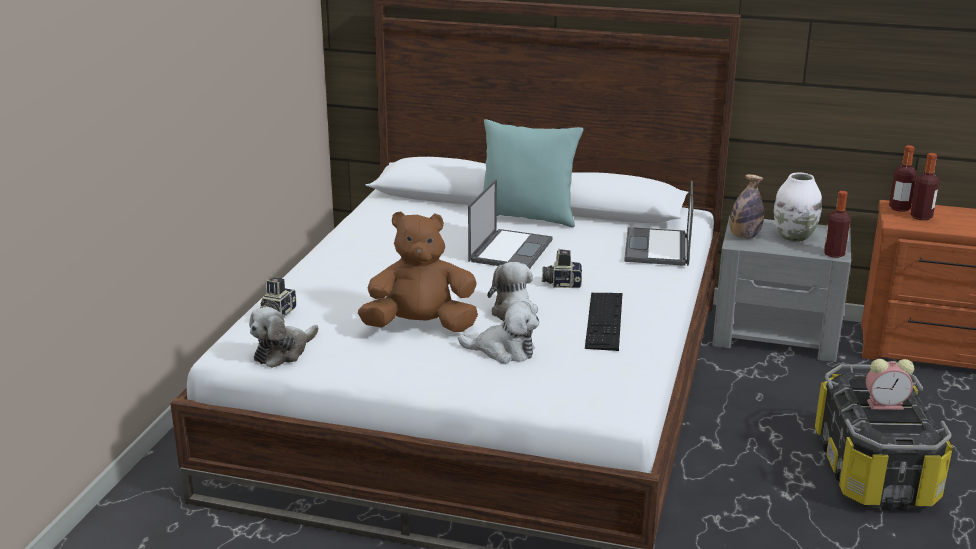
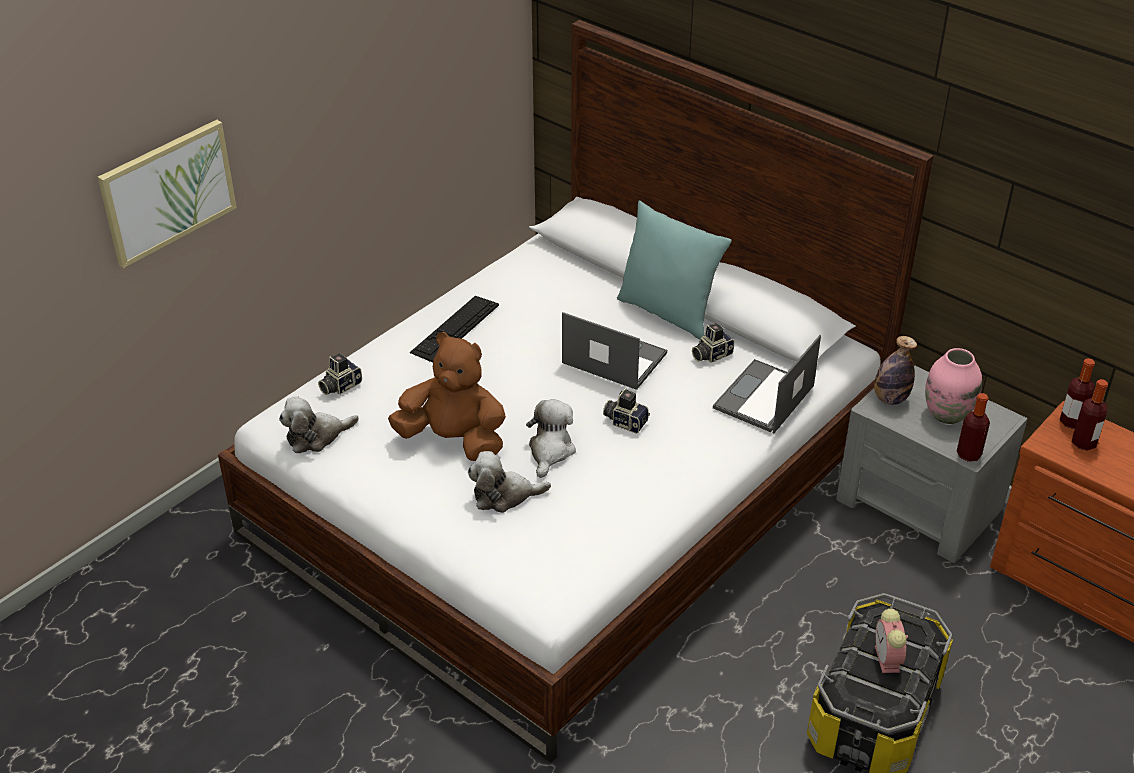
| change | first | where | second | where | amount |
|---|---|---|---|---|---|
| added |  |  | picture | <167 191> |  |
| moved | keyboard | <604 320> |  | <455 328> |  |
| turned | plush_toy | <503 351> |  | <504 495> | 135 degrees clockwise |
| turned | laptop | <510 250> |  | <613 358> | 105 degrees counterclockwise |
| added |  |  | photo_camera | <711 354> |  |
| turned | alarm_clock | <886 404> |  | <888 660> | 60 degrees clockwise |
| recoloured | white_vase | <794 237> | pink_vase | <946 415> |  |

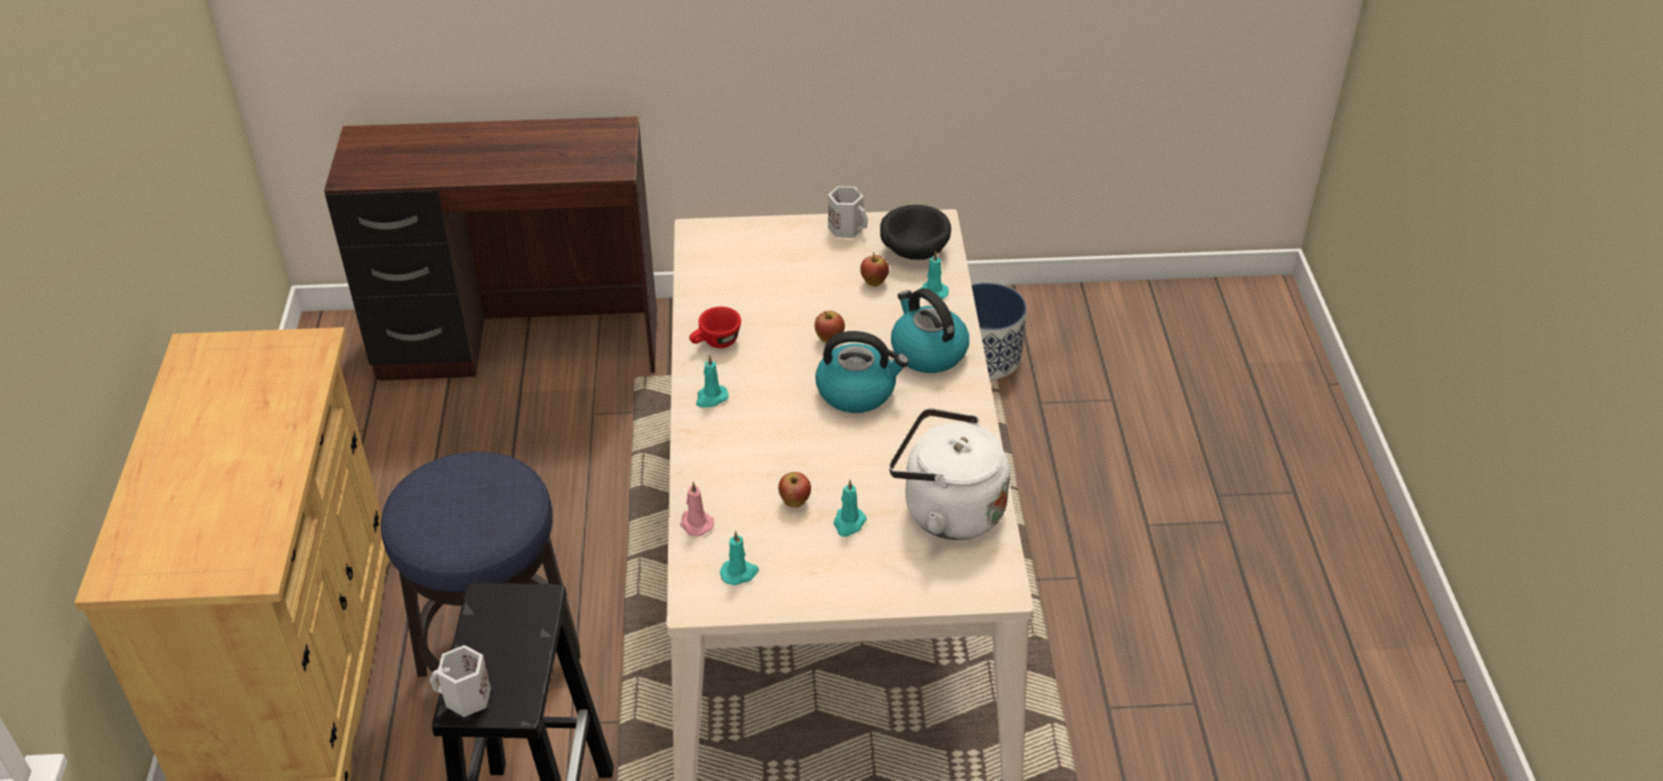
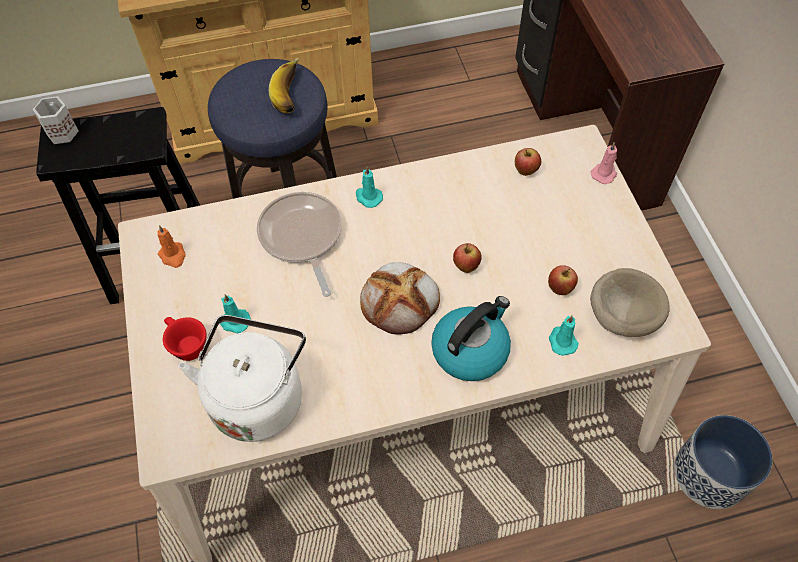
| change | first | where | second | where | amount |
|---|---|---|---|---|---|
| recoloured | turquoise_candle | <739 573> | orange_candle | <173 256> |  |
| moved | red_cup | <715 343> |  | <186 344> |  |
| added |  |  | frying_pan | <302 237> |  |
| added |  |  | banana | <292 94> |  |
| replaced | kettle | <857 391> | bread | <400 300> |  |
| moved | apple | <795 502> |  | <525 171> |  |
| recoloured | black_bowl | <913 251> | beige_bowl | <621 315> |  |
| moved | pink_candle | <695 523> |  | <604 173> |  |
| removed | white_mug | <847 228> |  |  |  |

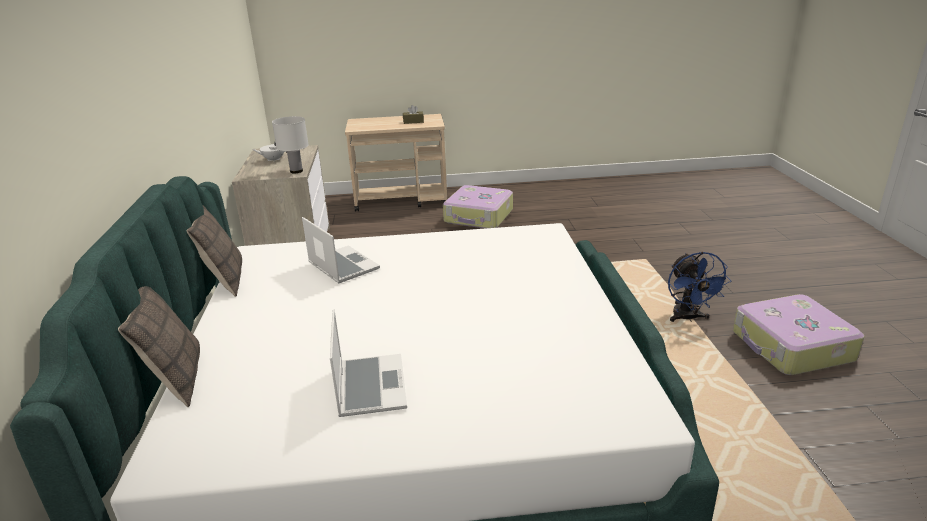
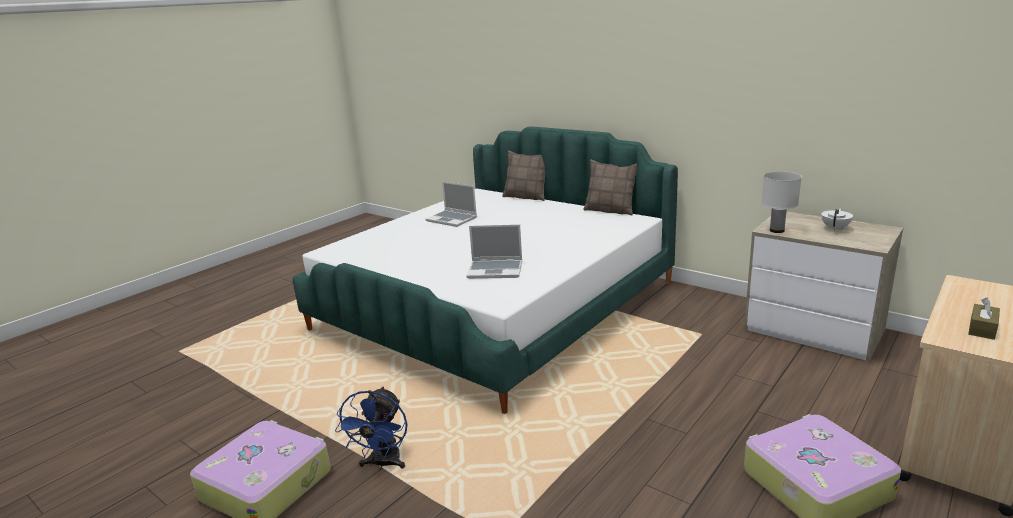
| change | first | where | second | where | amount |
|---|---|---|---|---|---|
| turned | blue_fan | <688 318> |  | <383 464> | 120 degrees counterclockwise |
| moved | laptop | <342 266> |  | <496 270> |  |

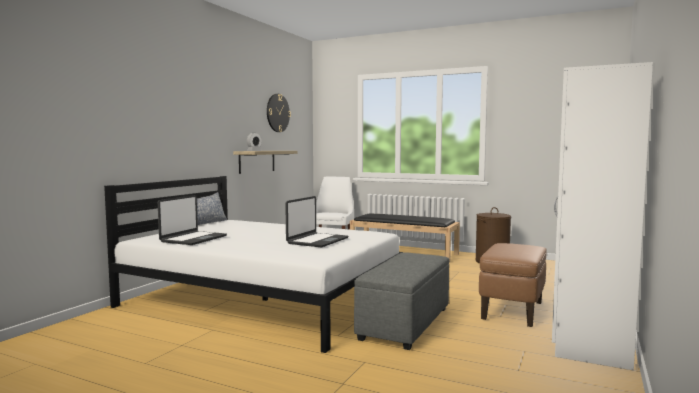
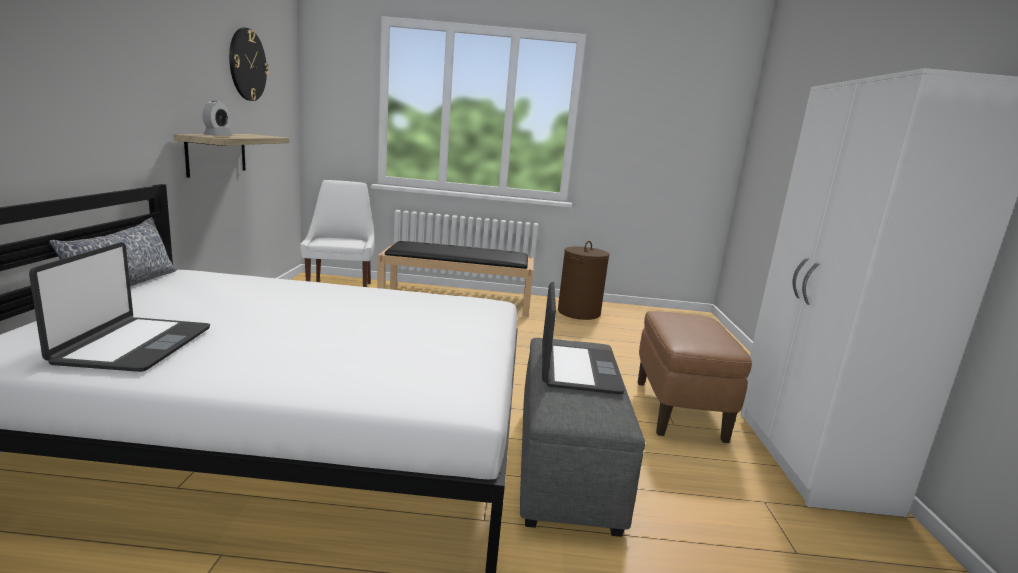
| change | first | where | second | where | amount |
|---|---|---|---|---|---|
| moved | laptop | <317 241> |  | <577 369> |  |

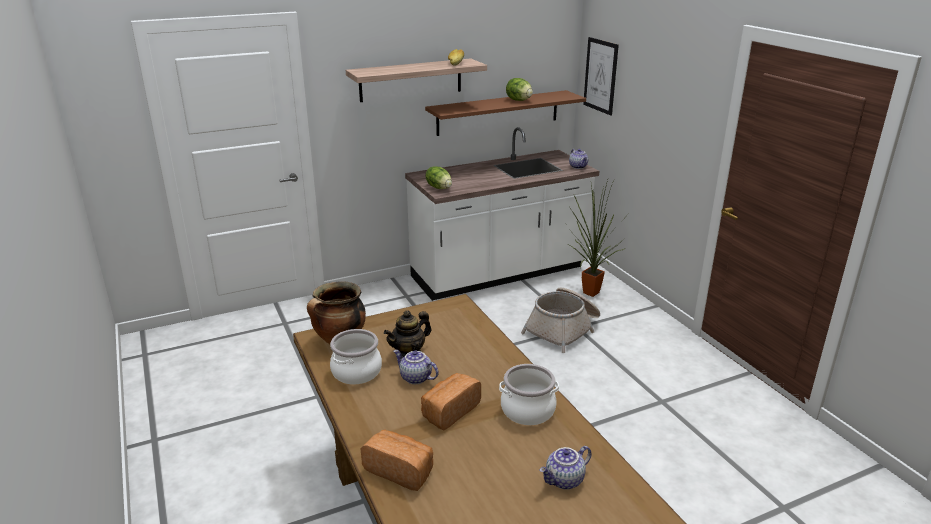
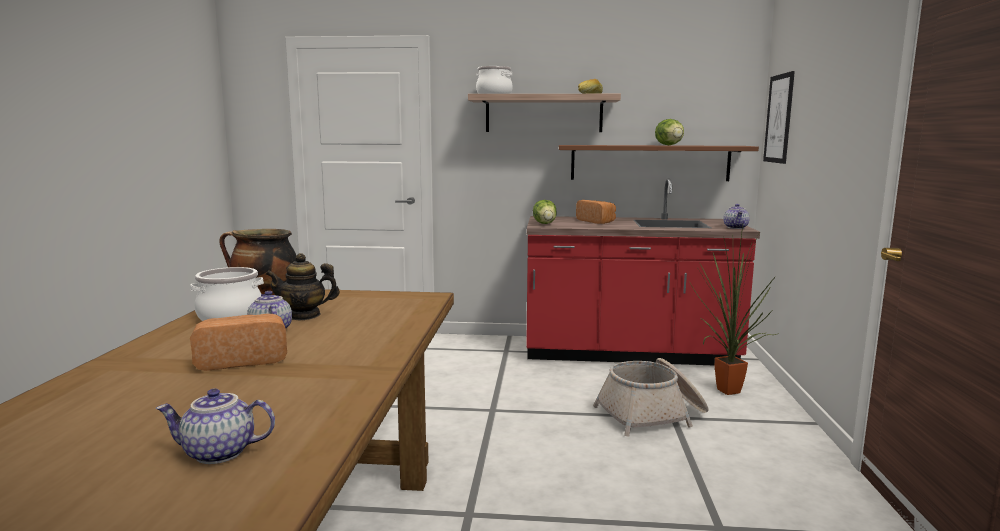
| change | first | where | second | where | amount |
|---|---|---|---|---|---|
| moved | cooking_pot | <527 410> |  | <494 94> |  |
| recoloured | white_counter | <500 274> | red_counter | <629 353> |  |
| moved | bread | <400 470> |  | <596 221> |  |

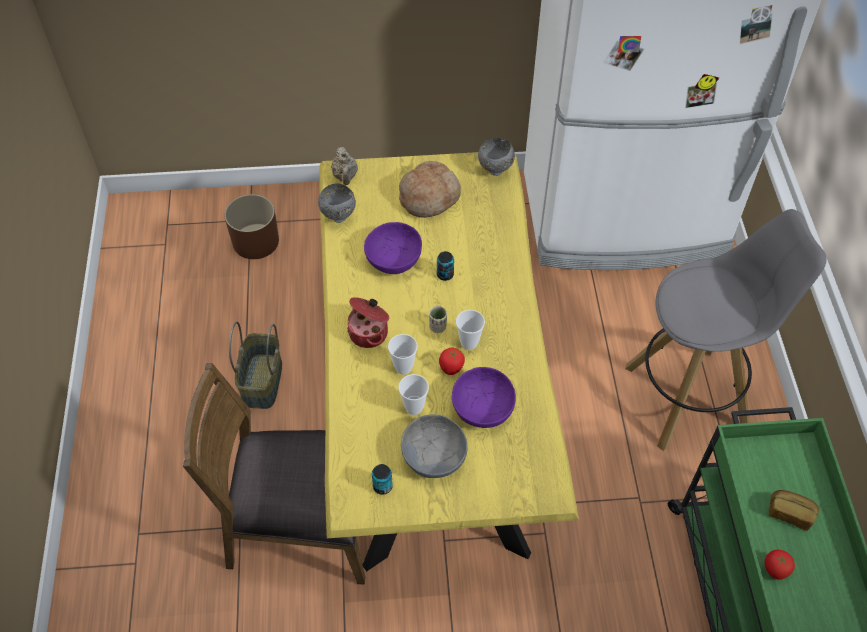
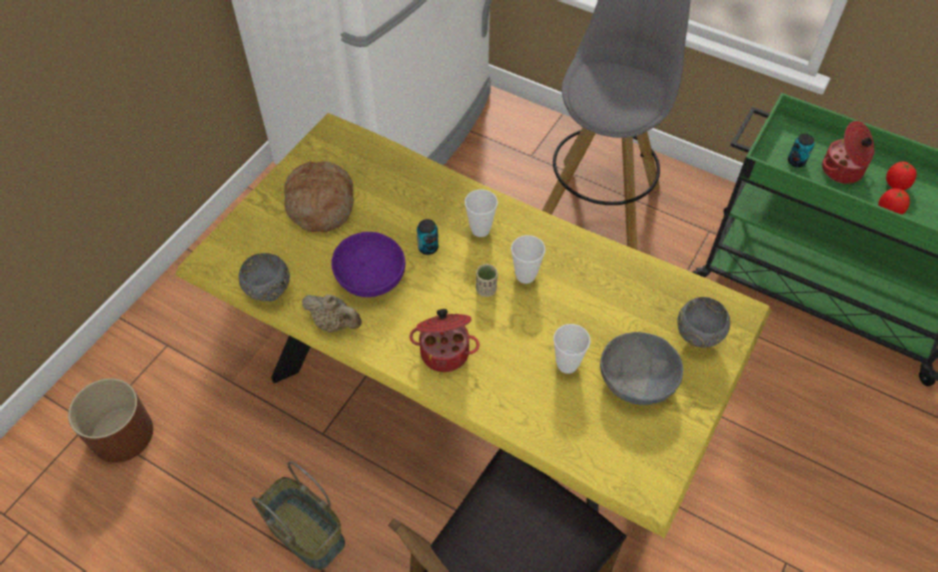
| change | first | where | second | where | amount |
|---|---|---|---|---|---|
| moved | beige_teapot | <345 177> |  | <335 323> |  |
| moved | cup | <403 367> |  | <480 229> |  |
| moved | grey_bowl | <494 171> |  | <696 339> |  |
| moved | can | <382 486> |  | <796 161> |  |
| replaced | bread | <790 513> | cooking_pot | <842 171> |  |
| moved | tomato | <451 368> |  | <896 185> |  |
| removed | purple_bowl | <482 408> |  |  |  |

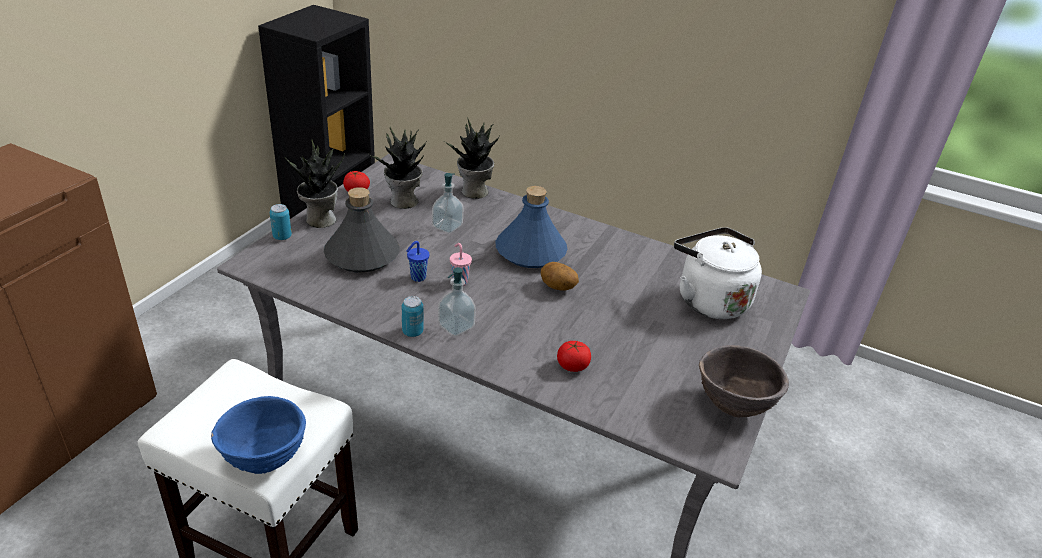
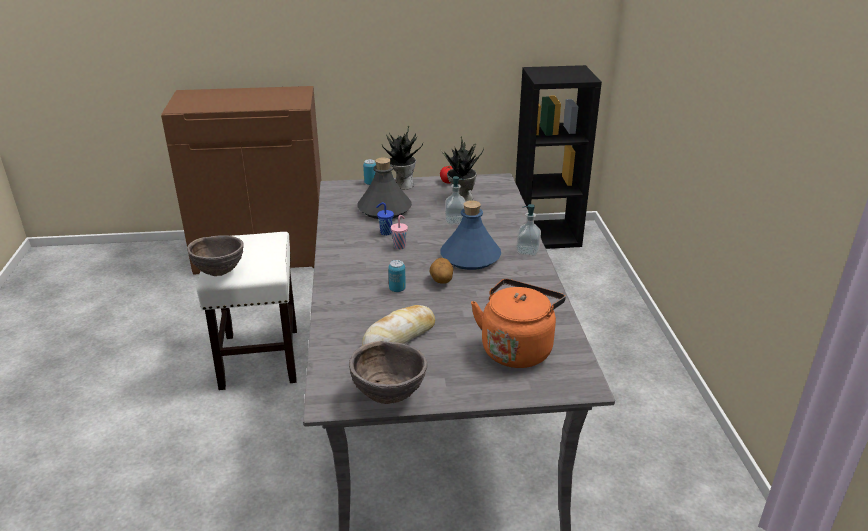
| change | first | where | second | where | amount |
|---|---|---|---|---|---|
| recoloured | blue_bowl | <265 460> | brown_bowl | <219 272> |  |
| added |  |  | bread | <399 336> |  |
| moved | can | <412 332> |  | <397 289> |  |
| recoloured | white_kettle | <708 299> | orange_kettle | <517 348> |  |
| moved | soap_dispenser | <456 327> |  | <527 251> |  |
| removed | potted_plant | <474 192> |  |  |  |
| removed | tomato | <572 366> |  |  |  |

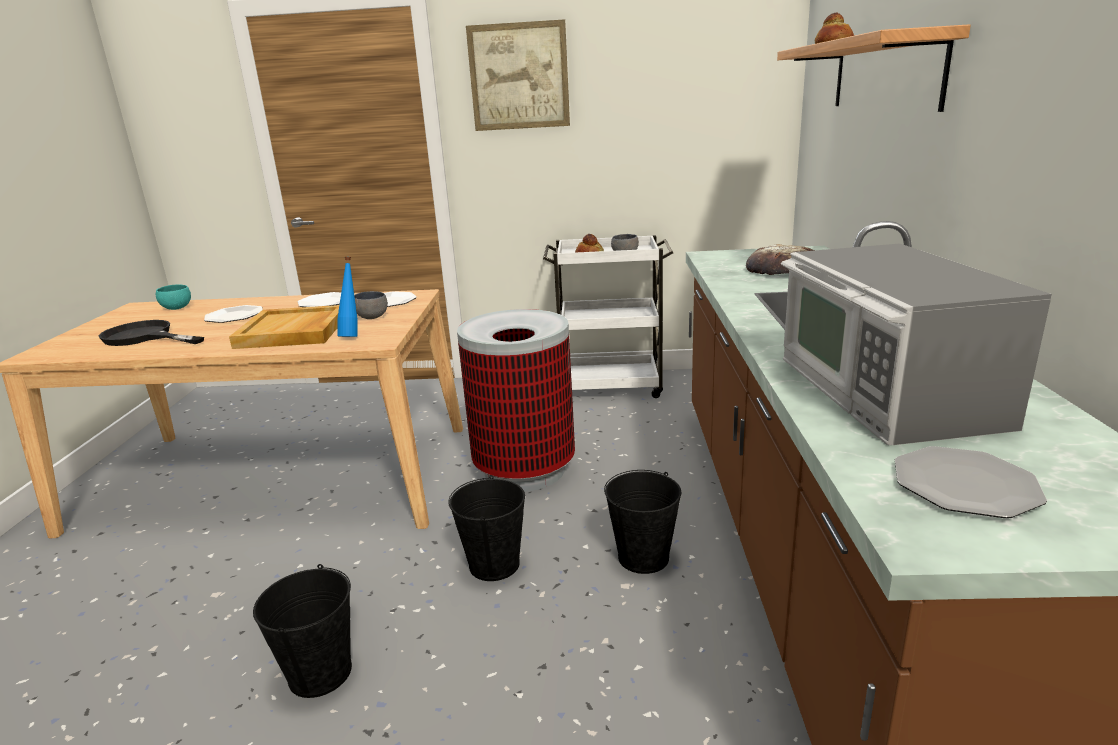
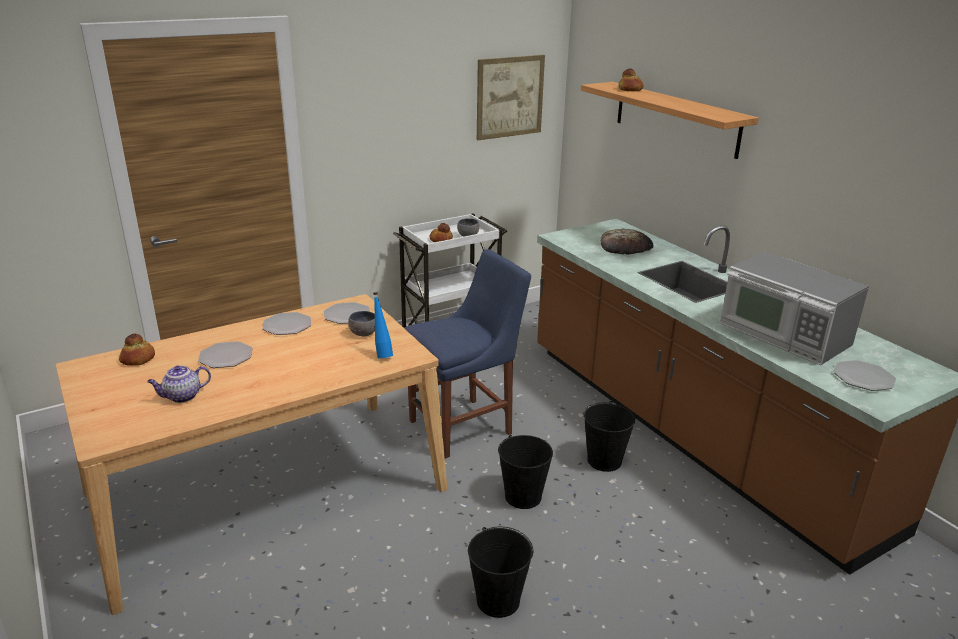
| change | first | where | second | where | amount |
|---|---|---|---|---|---|
| replaced | turquoise_bowl | <178 308> | bread | <138 359> |  |
| replaced | black_frying_pan | <145 337> | teapot | <182 397> |  |
| replaced | trash_can | <525 470> | blue_chair | <465 426> |  |
| moved | picture | <519 76> |  | <509 97> |  |
| removed | beige_tray | <293 331> |  |  |  |

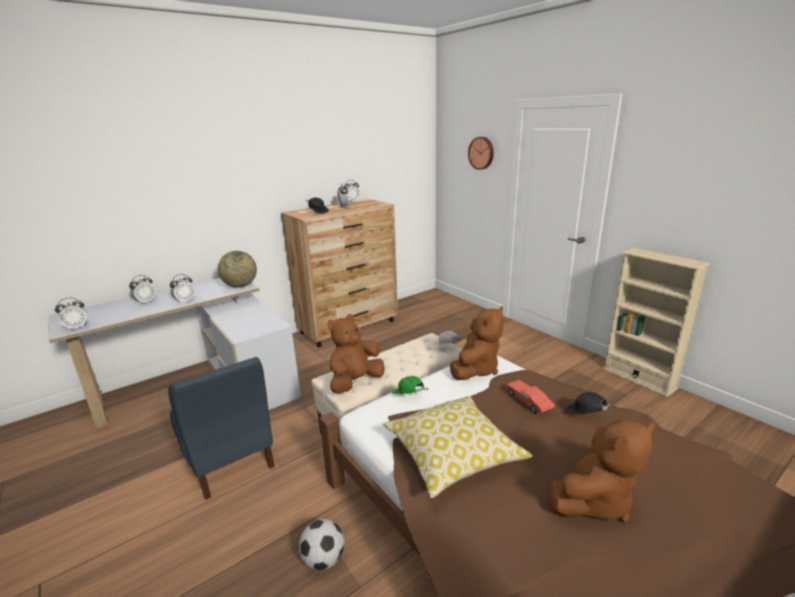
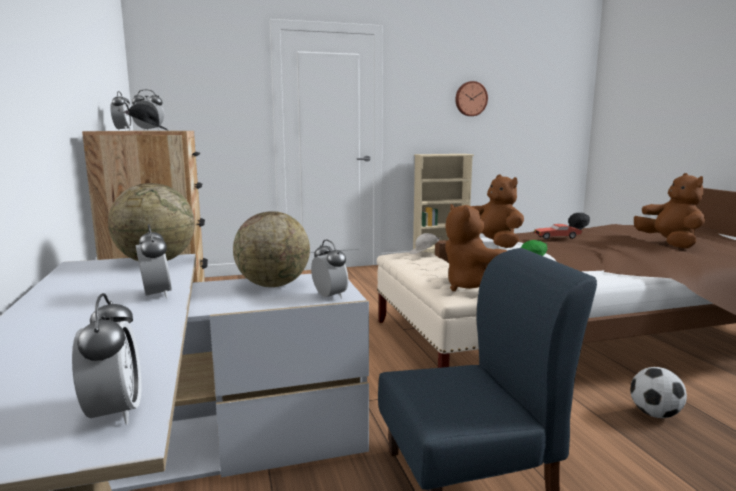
| change | first | where | second | where | amount |
|---|---|---|---|---|---|
| added |  |  | globe | <273 285> |  |
| moved | alarm_clock | <145 302> |  | <329 297> |  |
| moved | wall_clock | <481 153> |  | <470 99> |  |
| removed | pillow | <452 455> |  |  |  |

